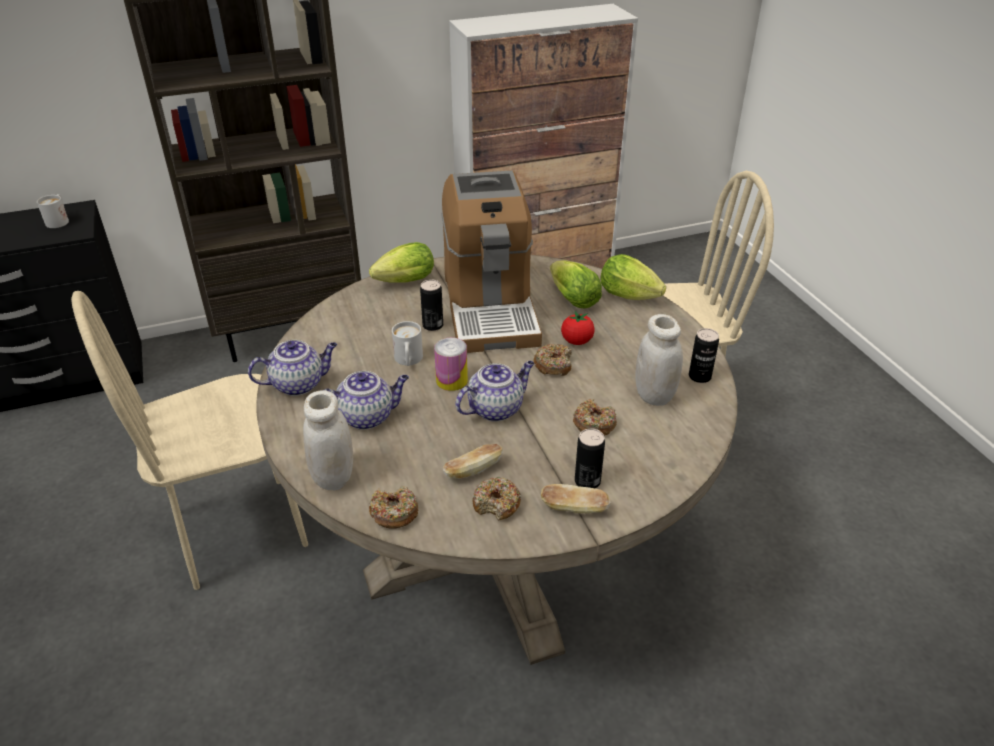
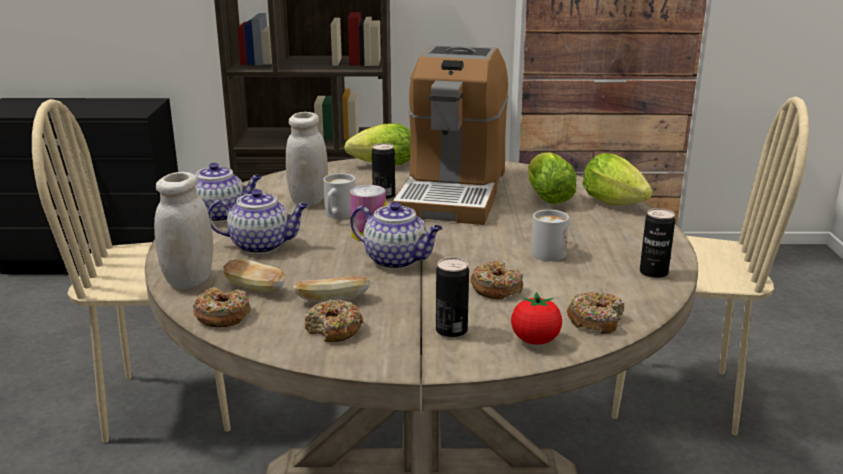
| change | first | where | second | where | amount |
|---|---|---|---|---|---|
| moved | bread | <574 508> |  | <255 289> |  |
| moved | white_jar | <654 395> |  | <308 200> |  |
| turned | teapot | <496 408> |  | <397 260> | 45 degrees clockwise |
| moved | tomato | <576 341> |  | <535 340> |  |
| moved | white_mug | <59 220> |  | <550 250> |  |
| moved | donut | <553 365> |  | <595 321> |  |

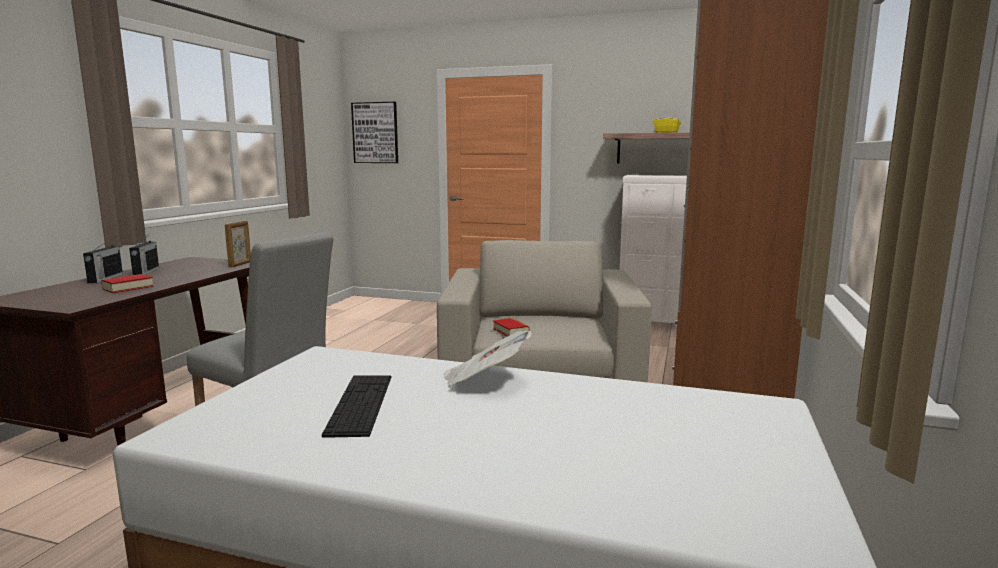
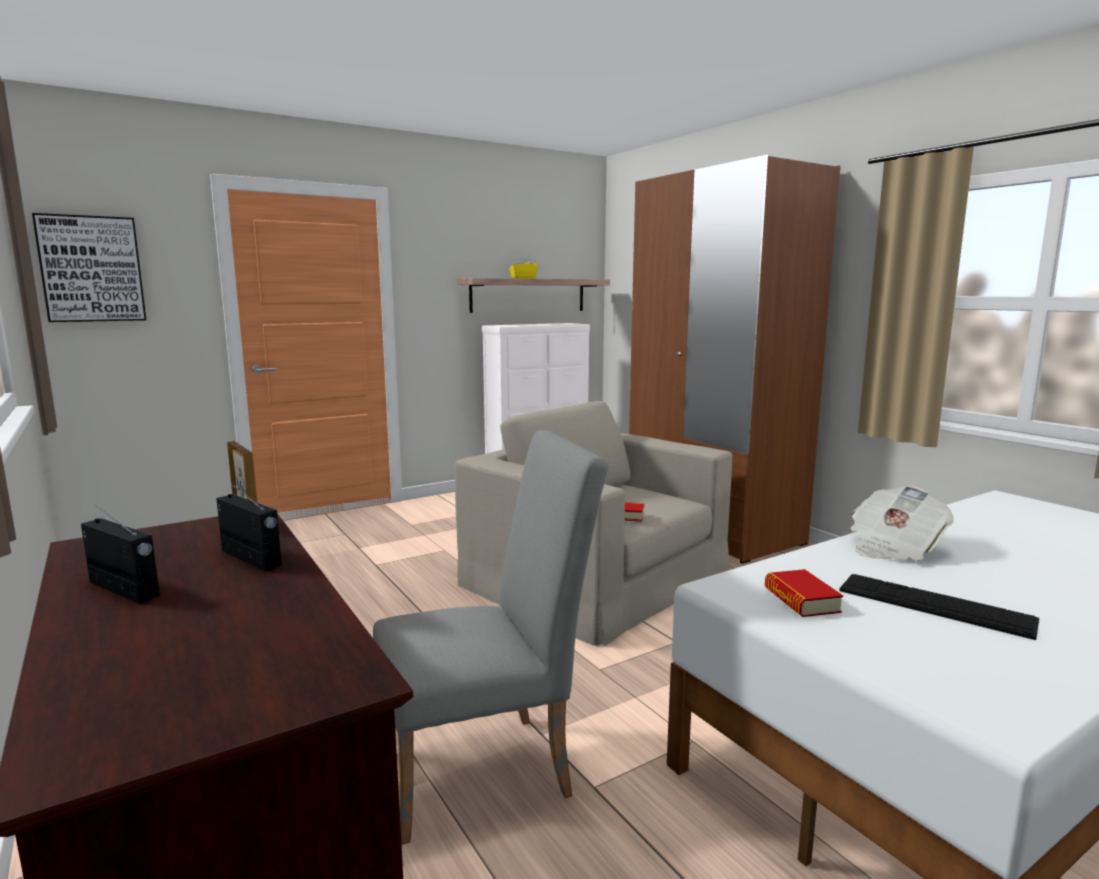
| change | first | where | second | where | amount |
|---|---|---|---|---|---|
| moved | radio | <105 278> |  | <251 558> |  |
| moved | book | <128 288> |  | <801 600> |  |

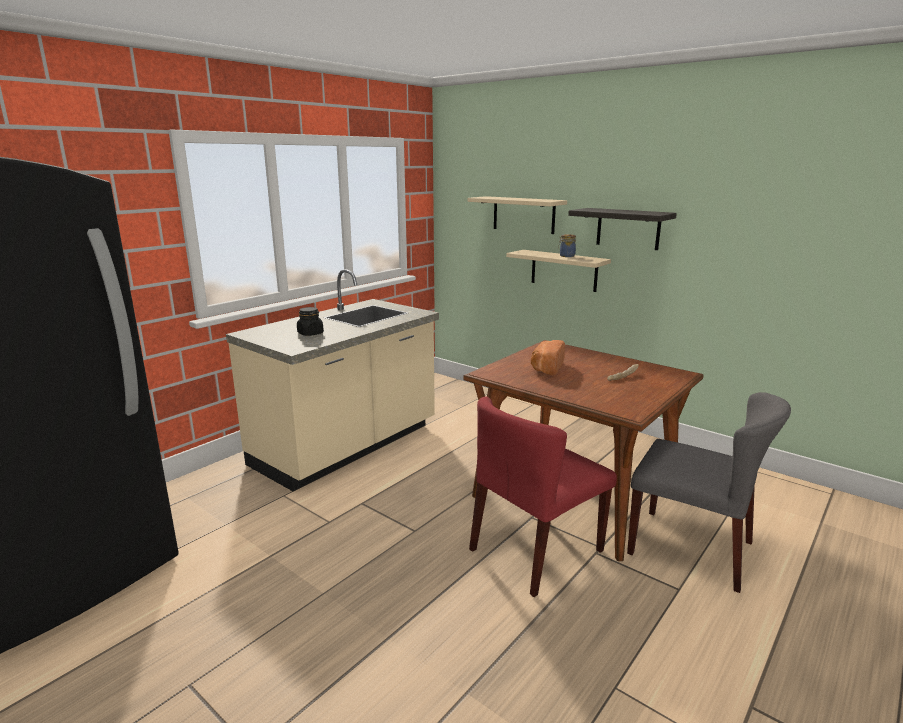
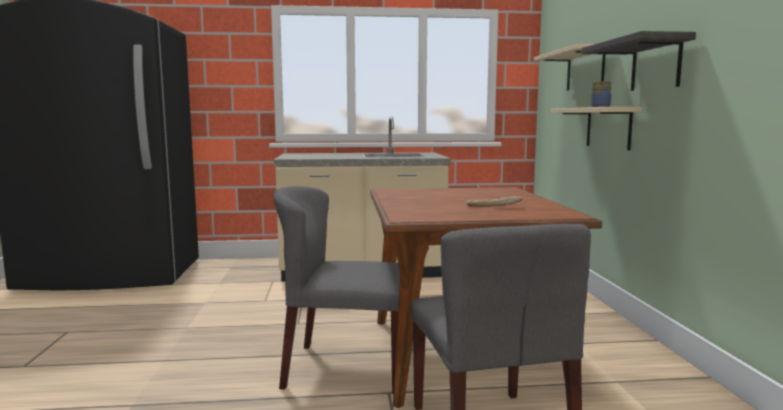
| change | first | where | second | where | amount |
|---|---|---|---|---|---|
| recoloured | red_chair | <536 551> | grey_chair | <346 368> |  |
| removed | black_jar | <310 333> |  |  |  |
| removed | bread | <546 368> |  |  |  |

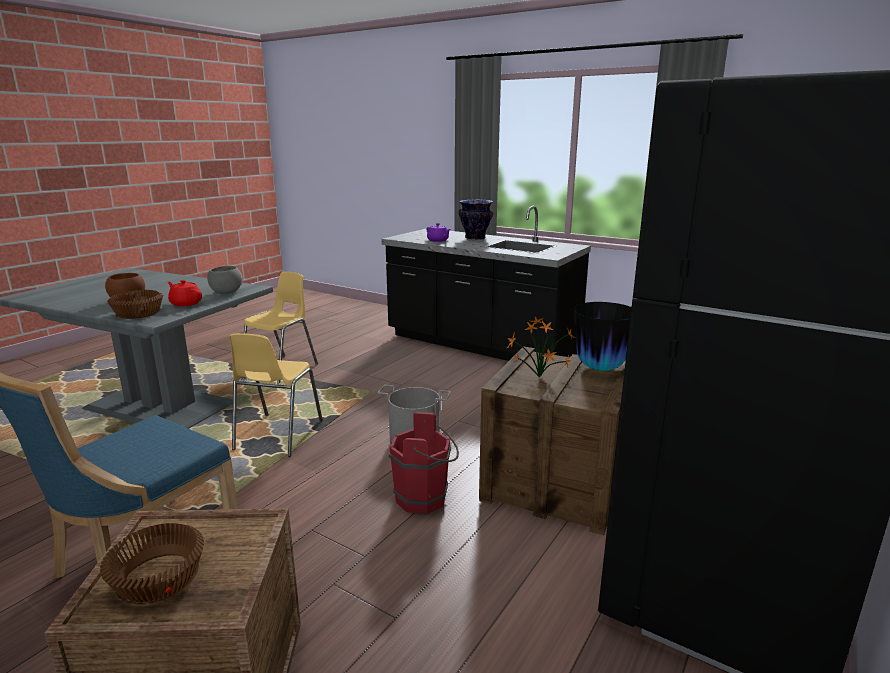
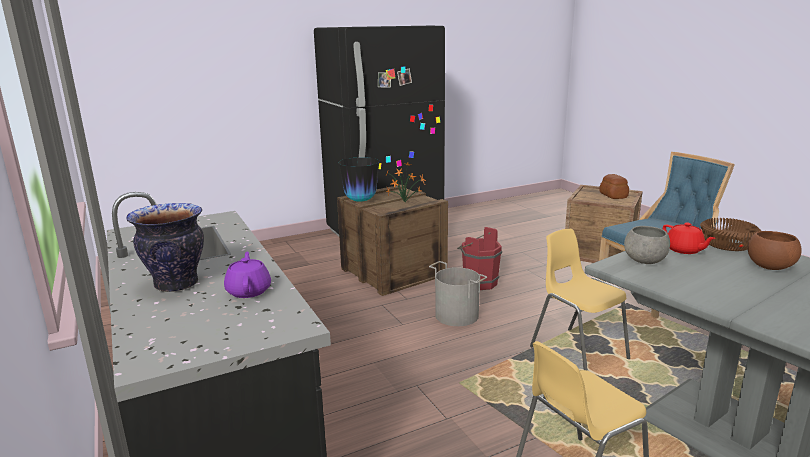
| change | first | where | second | where | amount |
|---|---|---|---|---|---|
| turned | yellow_chair | <277 435> |  | <577 352> | 75 degrees counterclockwise |
| replaced | brown_bowl | <158 579> | bread | <613 195> |  |

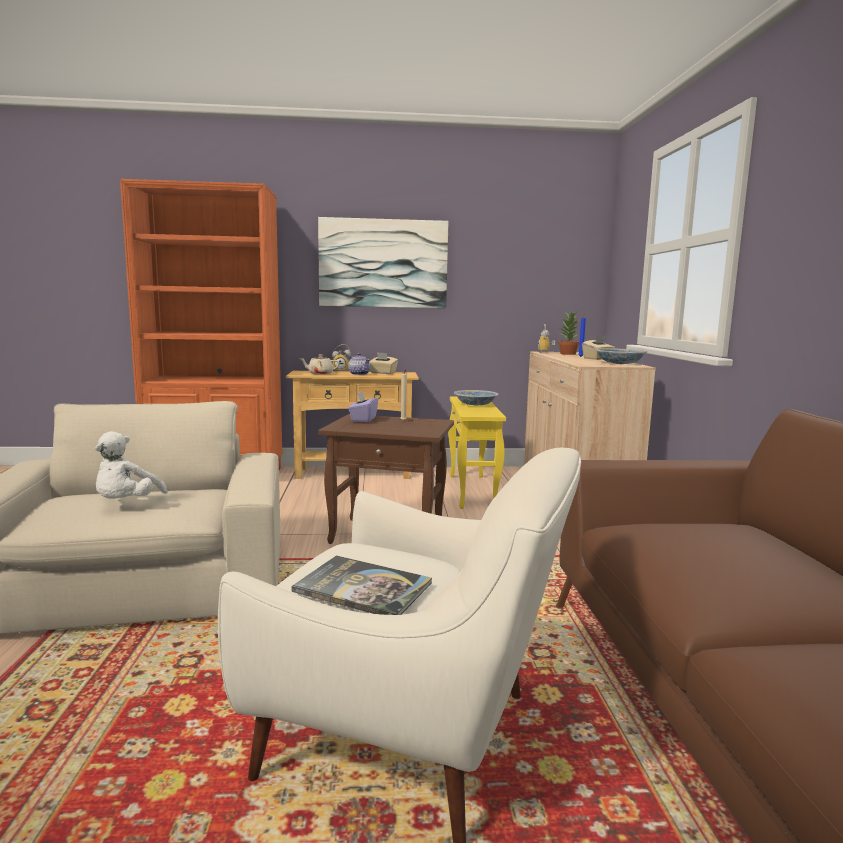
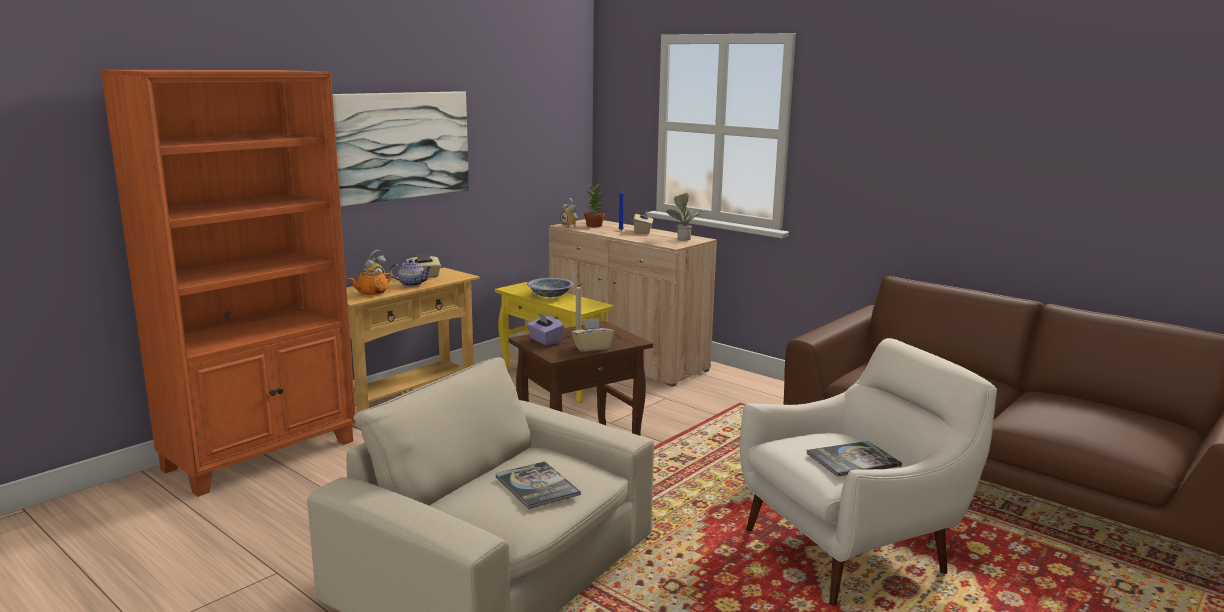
| change | first | where | second | where | amount |
|---|---|---|---|---|---|
| recoloured | beige_teapot | <320 373> | orange_teapot | <371 292> |  |
| replaced | white_plush_toy | <126 504> | book | <537 486> |  |
| added |  |  | beige_tissue_box | <592 347> |  |
| replaced | bowl | <619 364> | potted_plant | <683 238> |  |

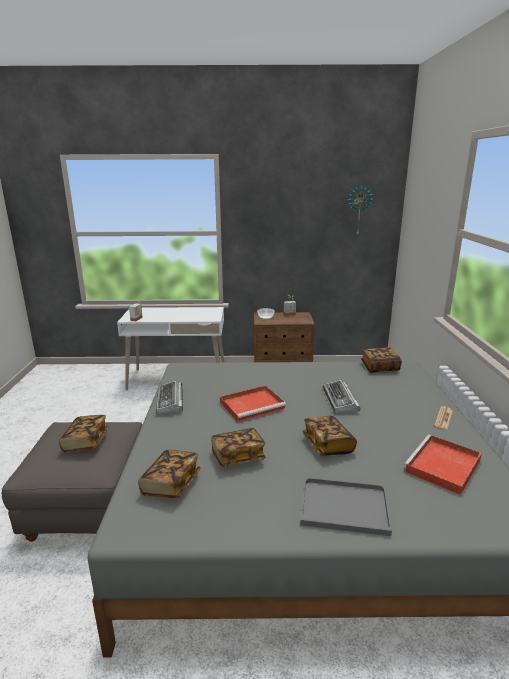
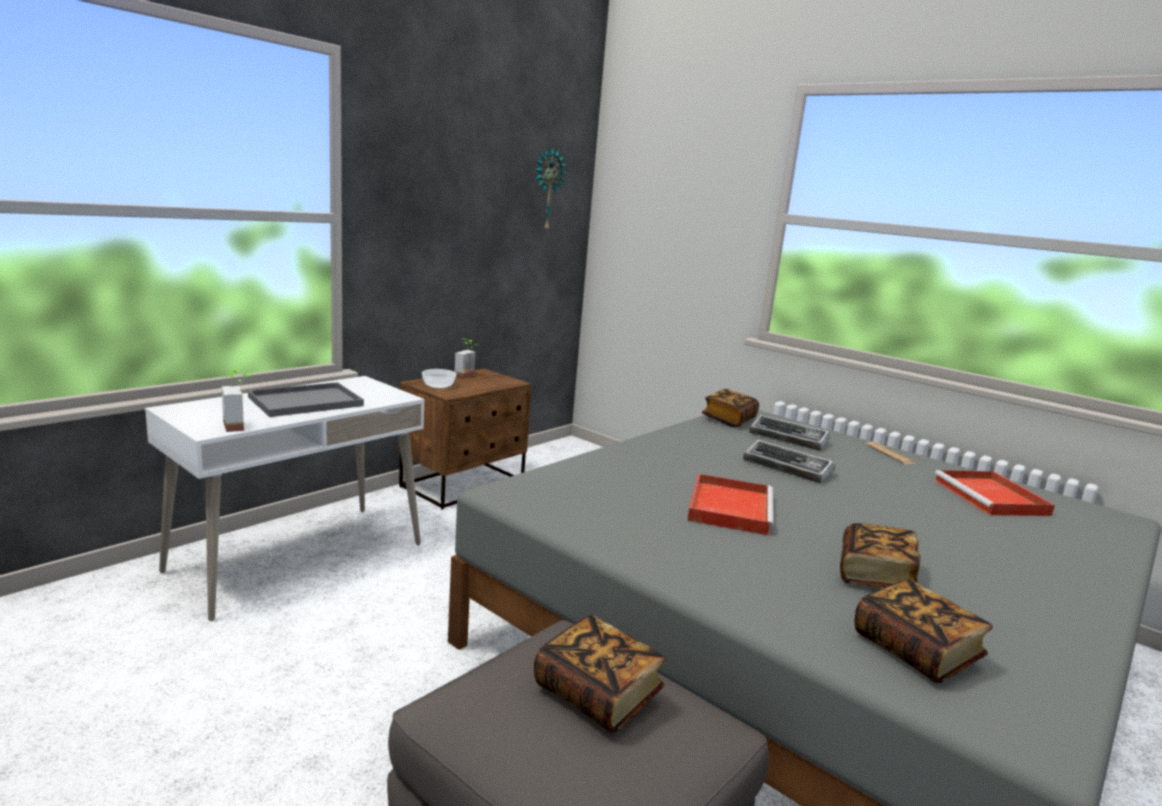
| change | first | where | second | where | amount |
|---|---|---|---|---|---|
| moved | grey_tray | <342 507> |  | <304 402> |  |
| moved | keyboard | <170 401> |  | <789 438> |  |
| removed | book | <327 445> |  |  |  |

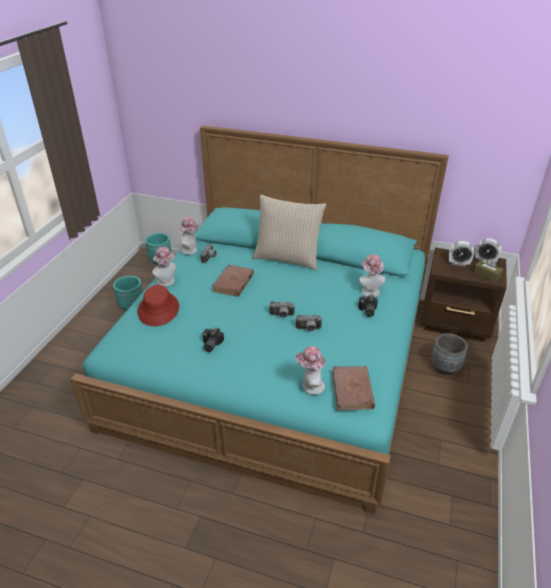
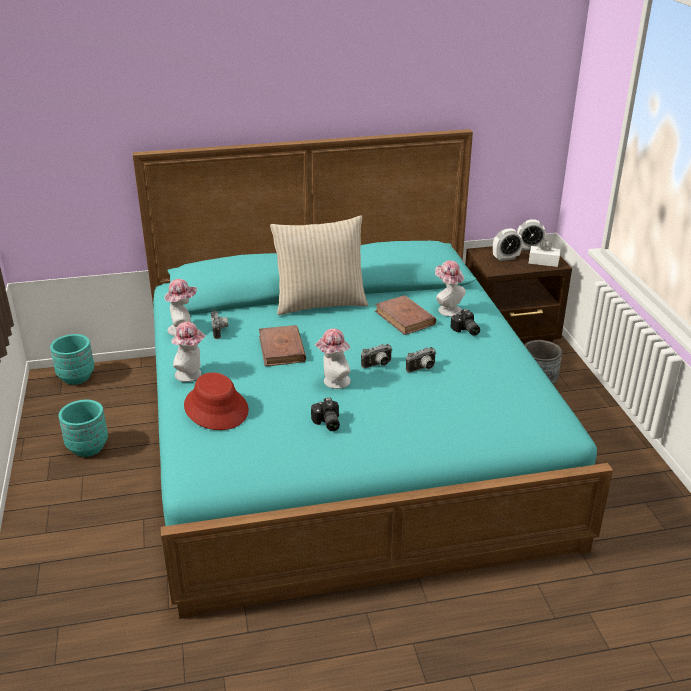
| change | first | where | second | where | amount |
|---|---|---|---|---|---|
| moved | hat | <310 386> |  | <333 382> |  |
| moved | brown_book | <352 390> |  | <405 318> |  |
| recoloured | brown_tissue_box | <486 275> | white_tissue_box | <543 262> |  |

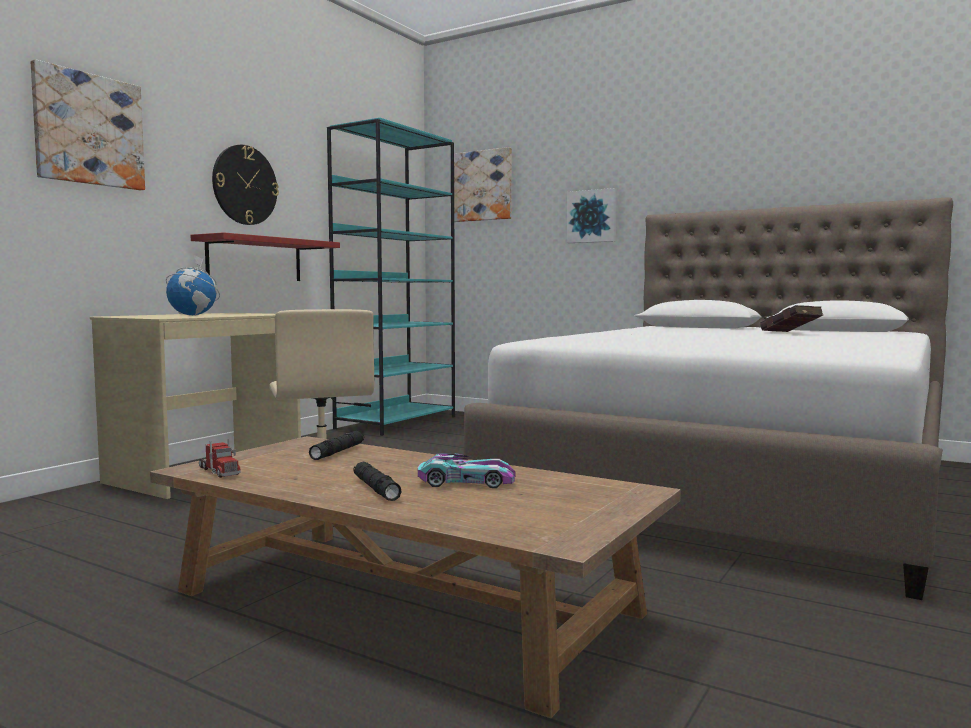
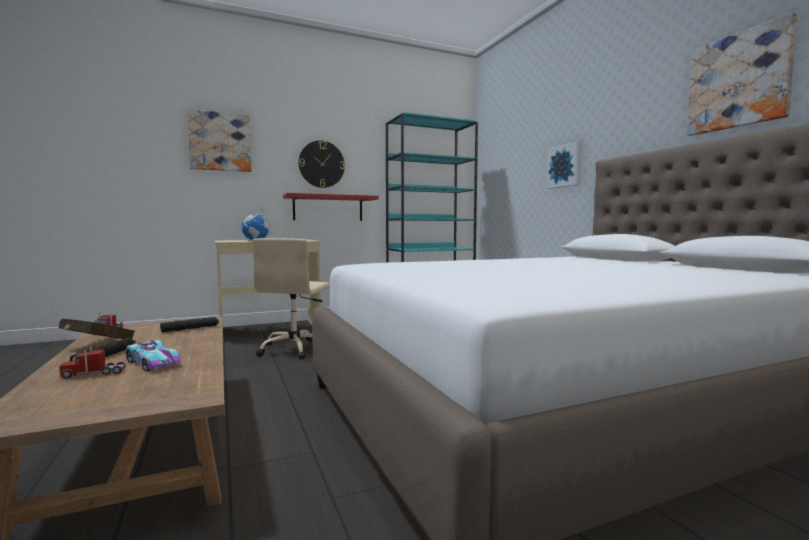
| change | first | where | second | where | amount |
|---|---|---|---|---|---|
| moved | red_book | <791 333> |  | <96 345> |  |
| added |  |  | toy_truck | <93 374> |  |
| moved | picture | <482 186> |  | <738 81> |  |

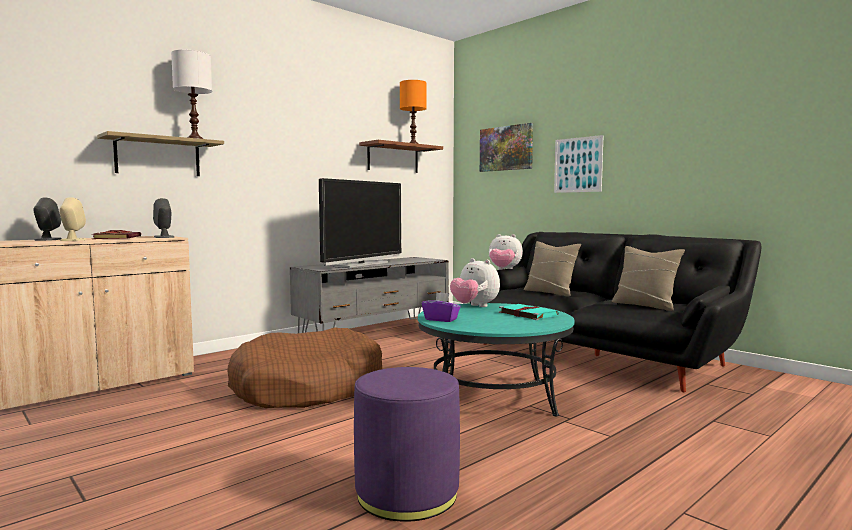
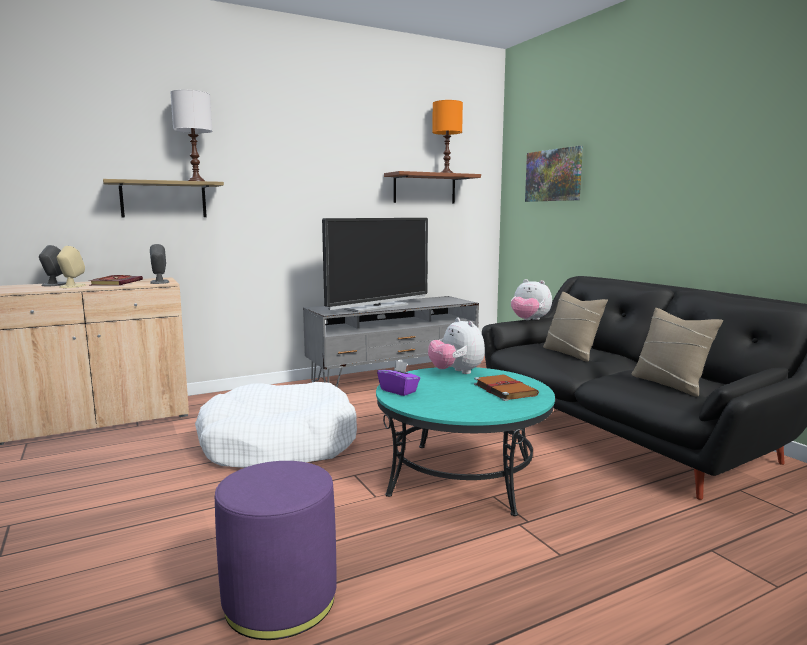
| change | first | where | second | where | amount |
|---|---|---|---|---|---|
| recoloured | brown_dog_bed | <307 388> | white_dog_bed | <278 444> |  |
| recoloured | turquoise_book | <527 314> | brown_book | <504 389> |  |
| removed | picture | <578 165> |  |  |  |

